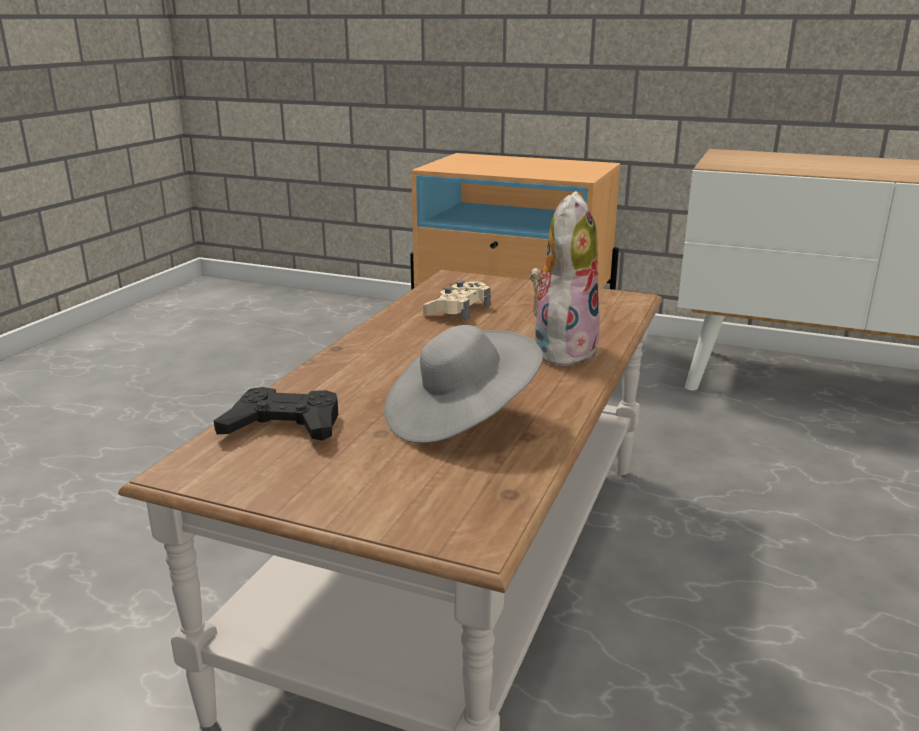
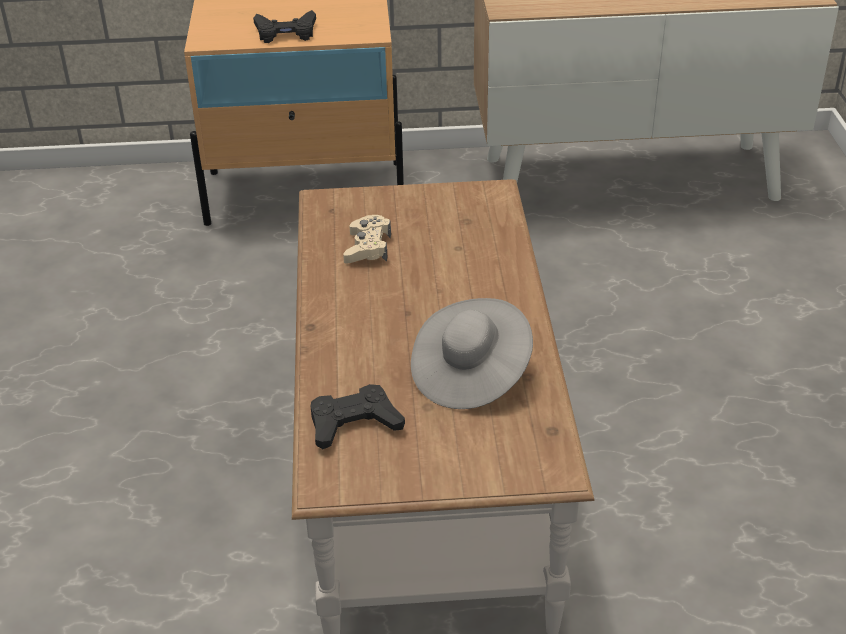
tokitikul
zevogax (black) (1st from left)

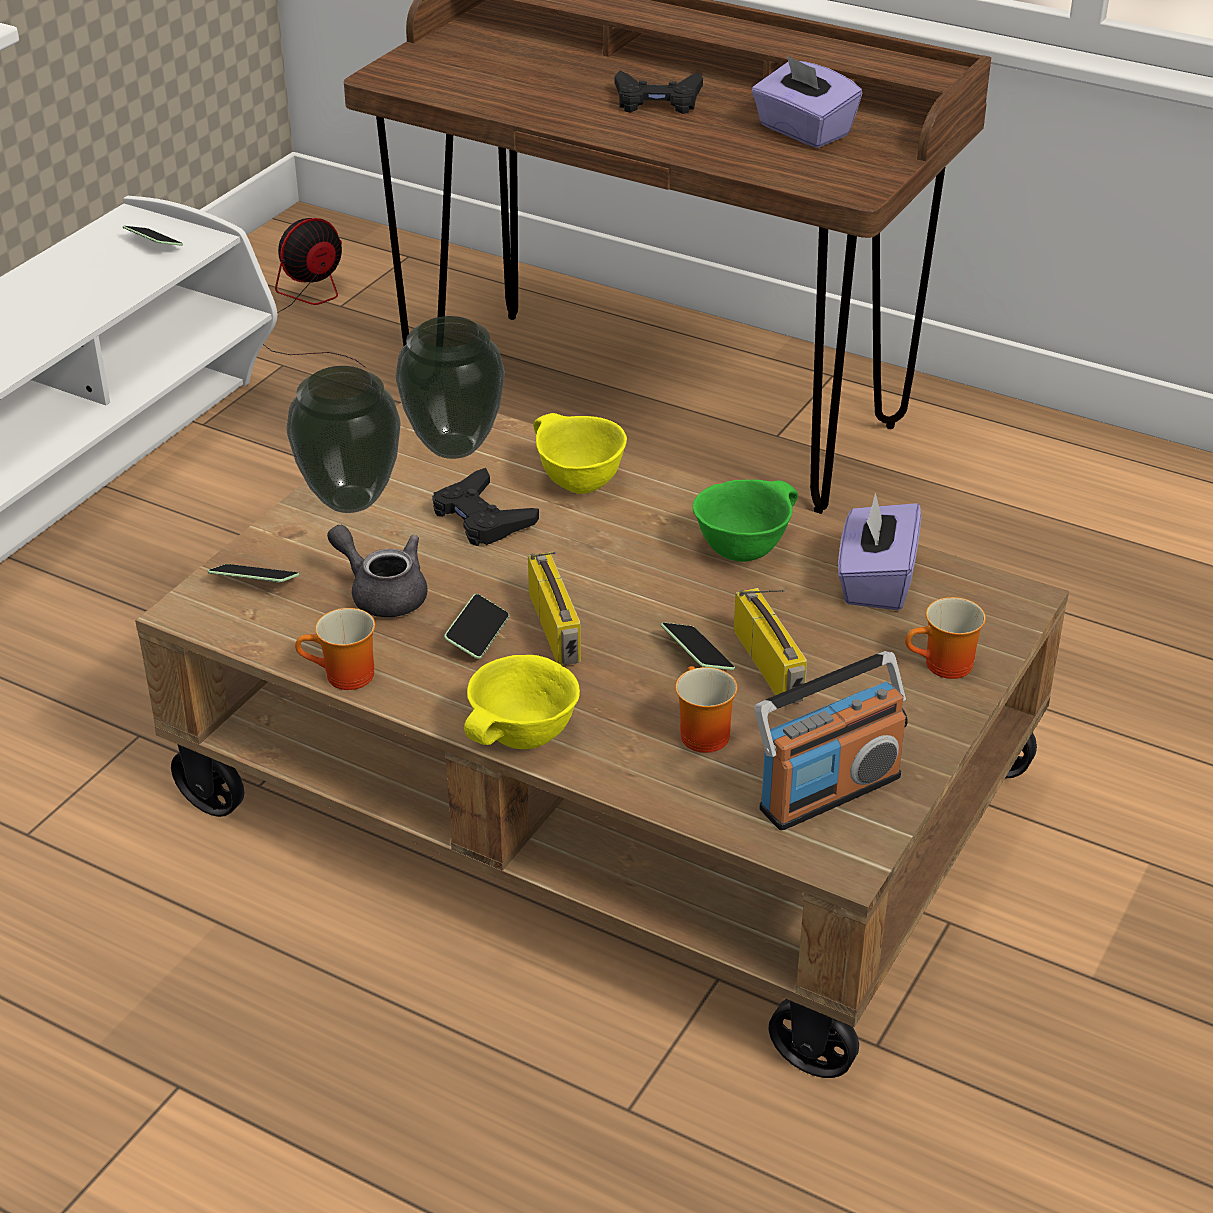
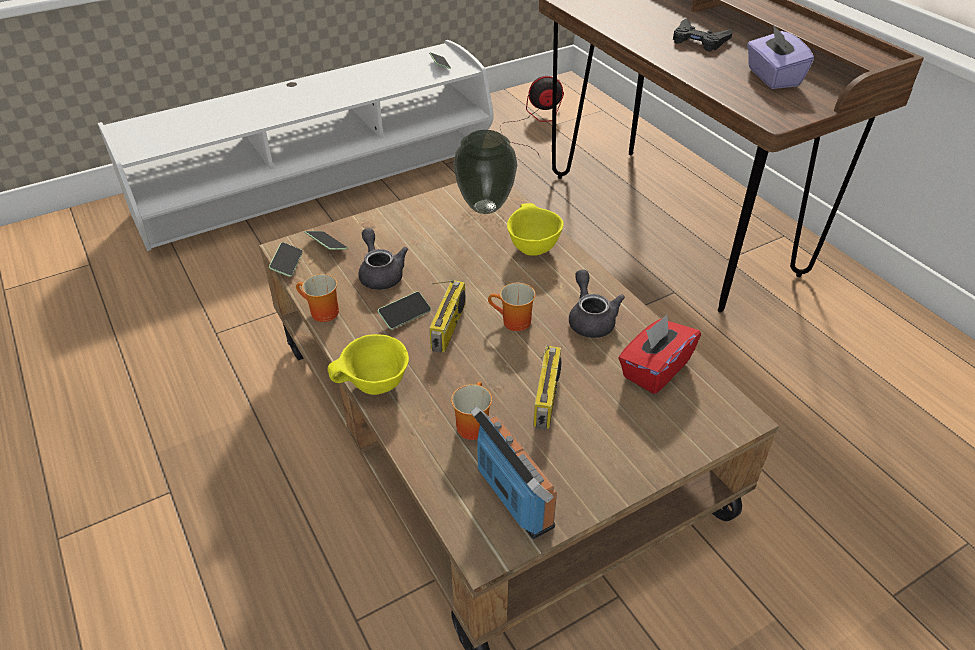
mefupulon (1st from left in the first image)
zevogax (black) (1st from left in the first image)
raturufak (1st from left)
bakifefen (3rd from left)
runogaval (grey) (2nd from left)
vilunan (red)
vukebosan (2nd from left)

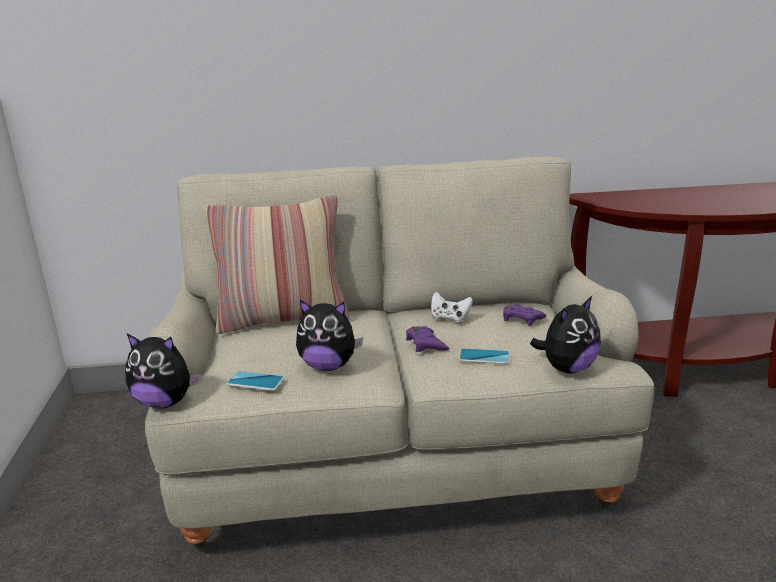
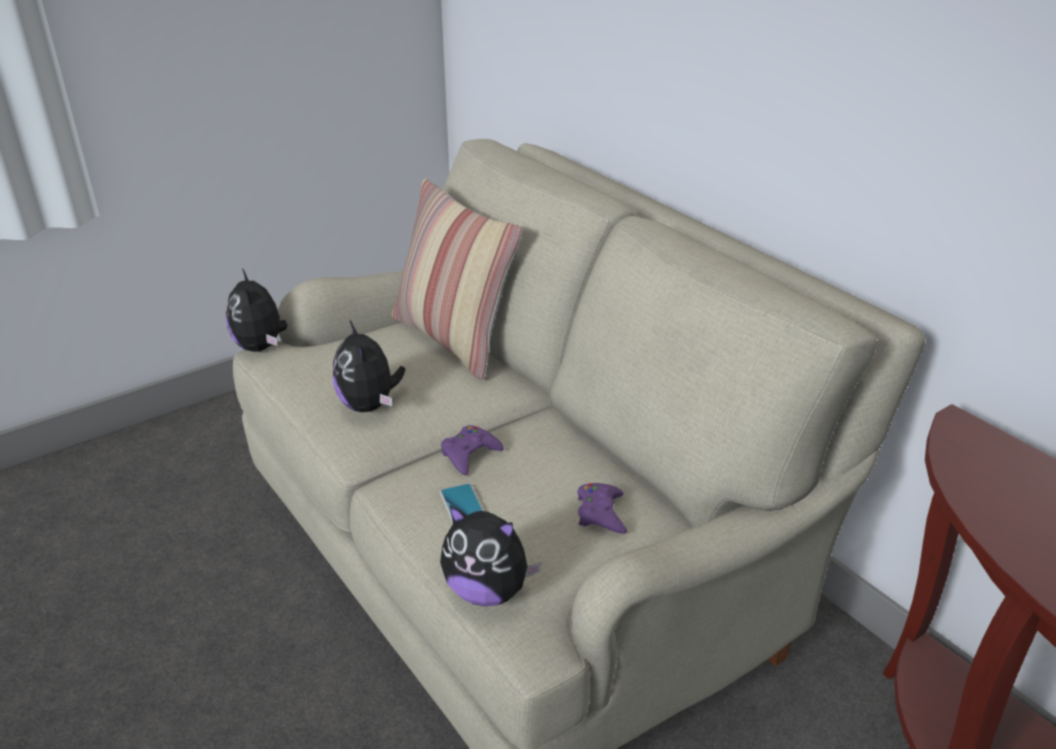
raturufak (1st from left in the first image)
zevogax (white)

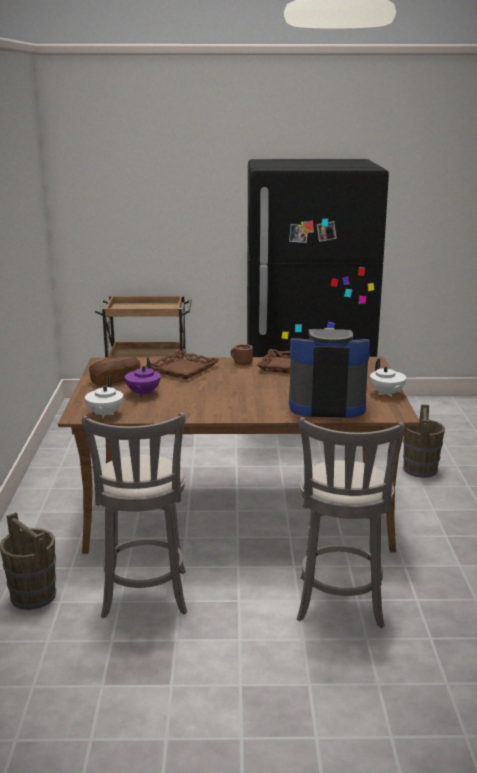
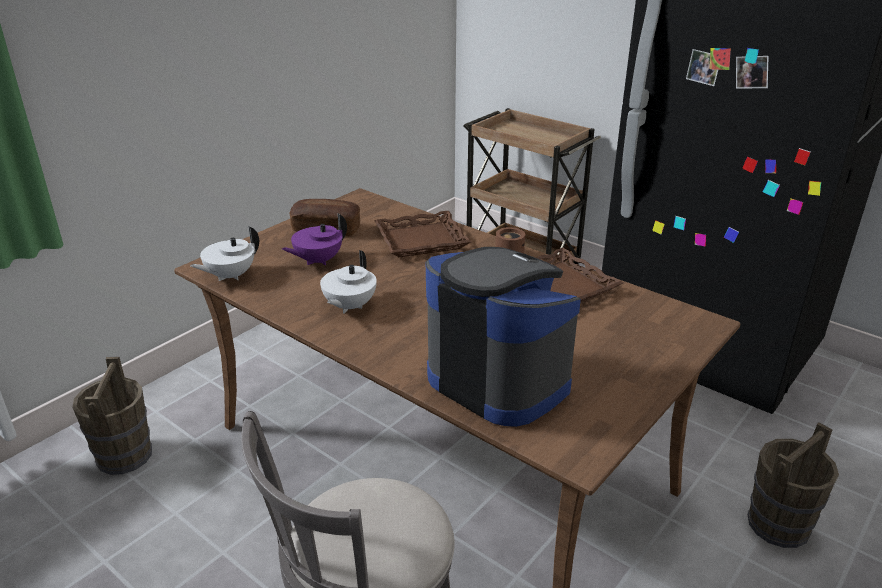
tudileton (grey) (1st from left in the first image)
runogaval (white) (2nd from left)

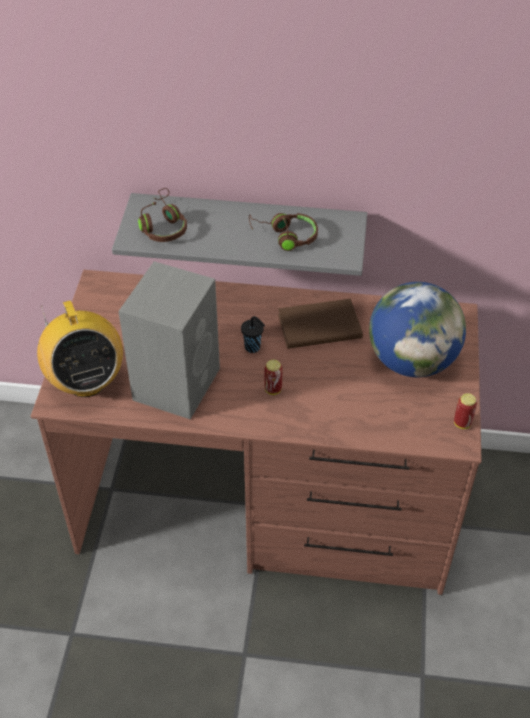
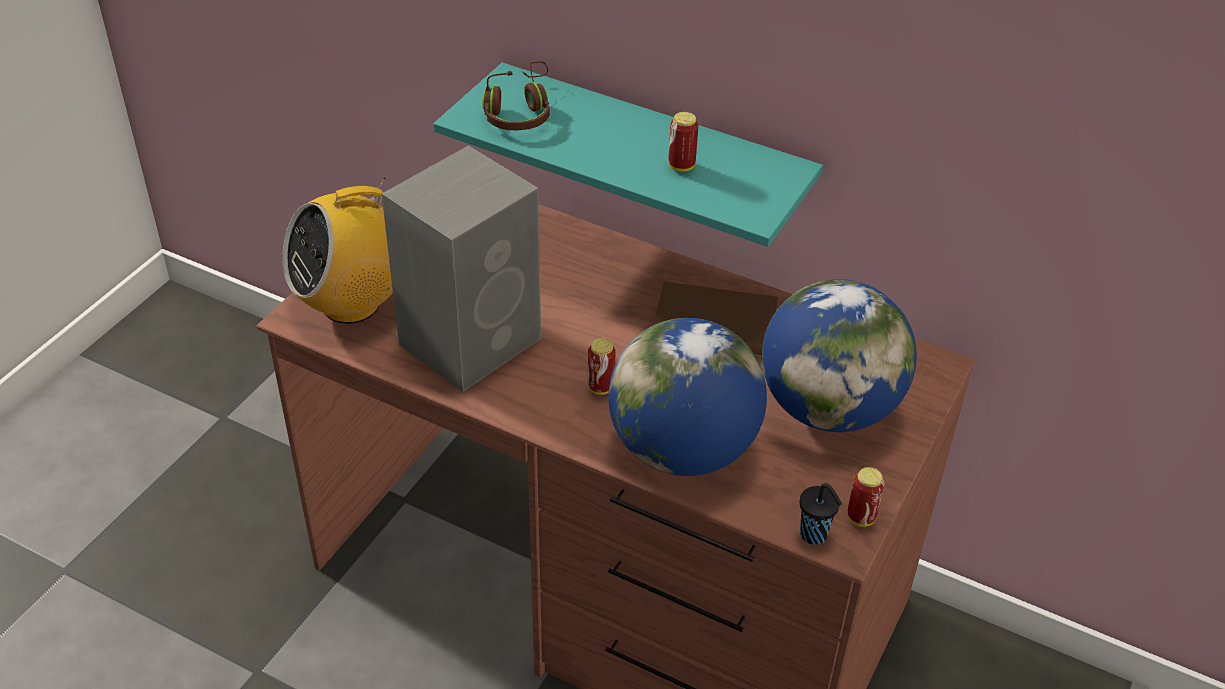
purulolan (1st from left)
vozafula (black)
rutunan (2nd from left)
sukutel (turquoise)
vukebosan

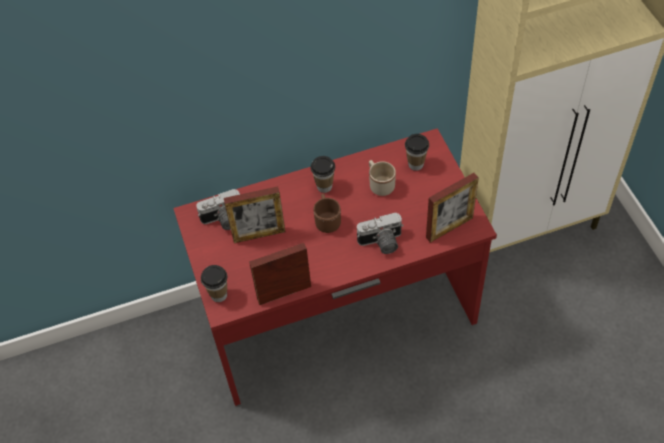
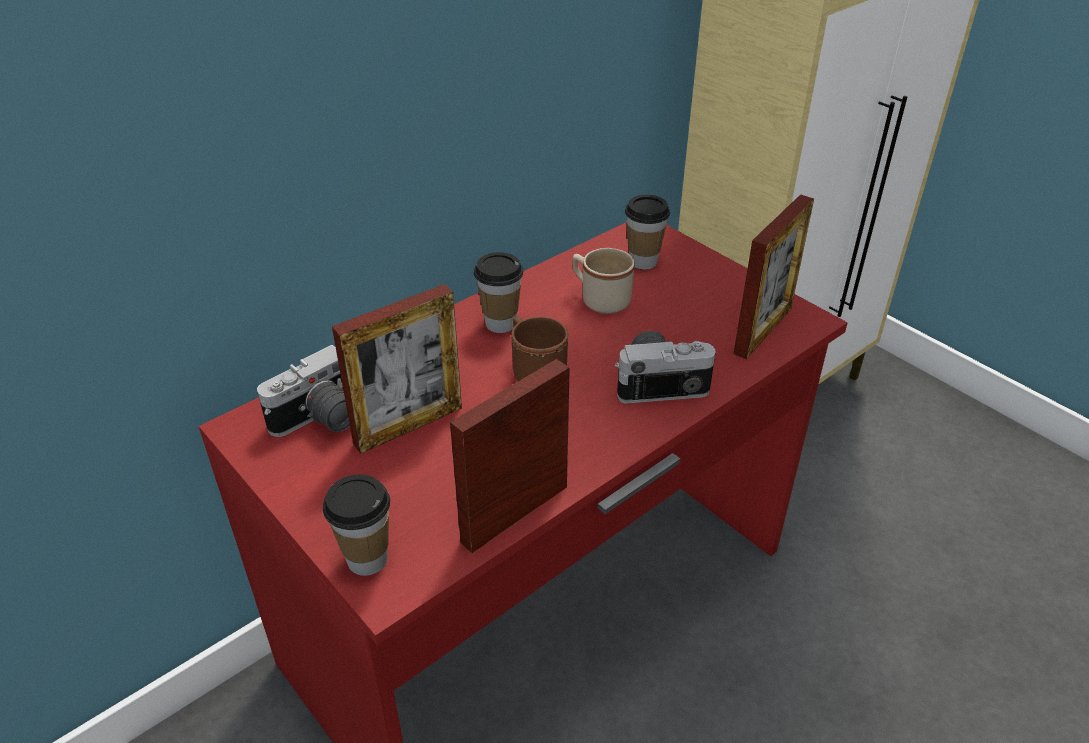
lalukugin (2nd from left)

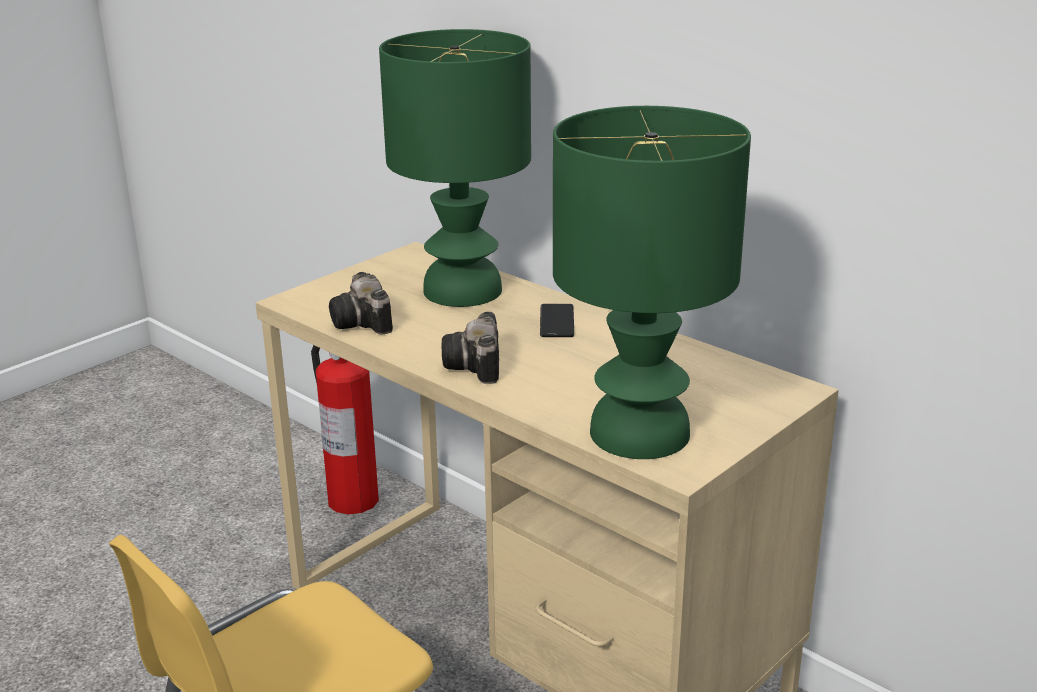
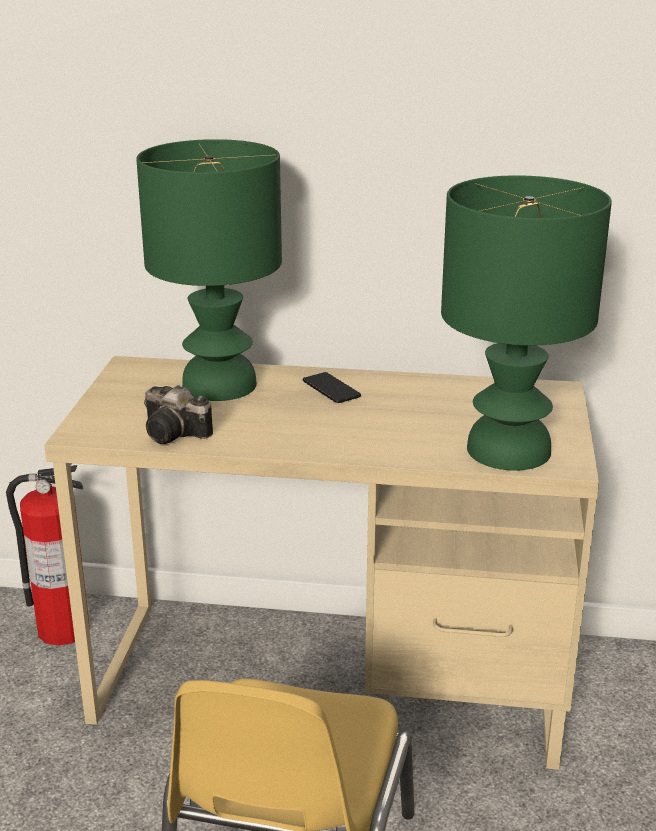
lalukugin (2nd from left in the first image)

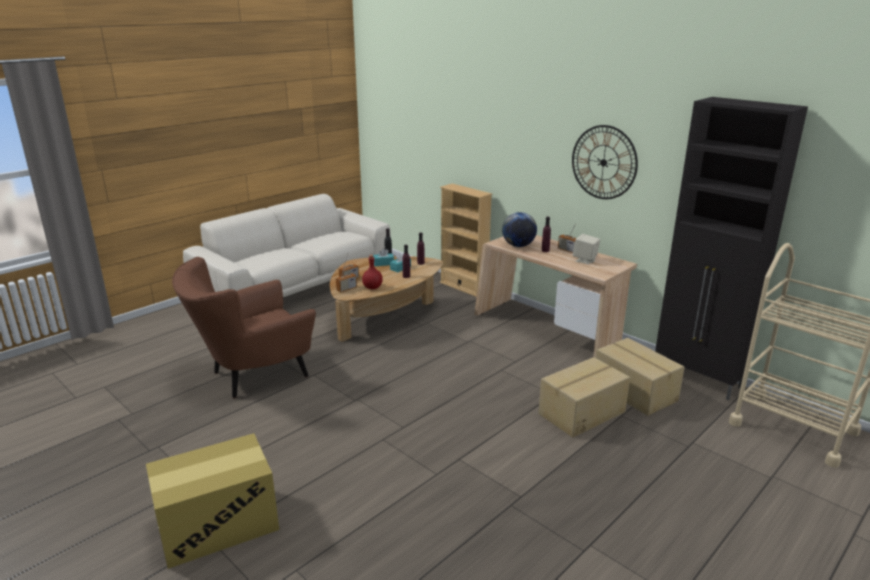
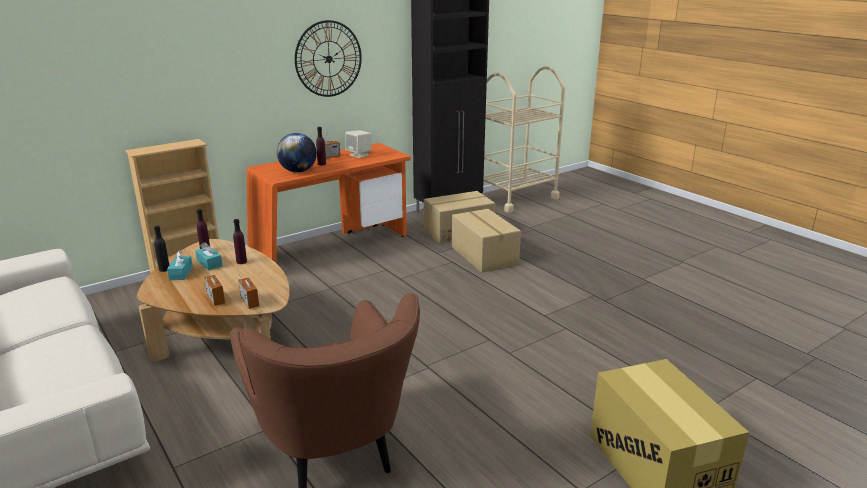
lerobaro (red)
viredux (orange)

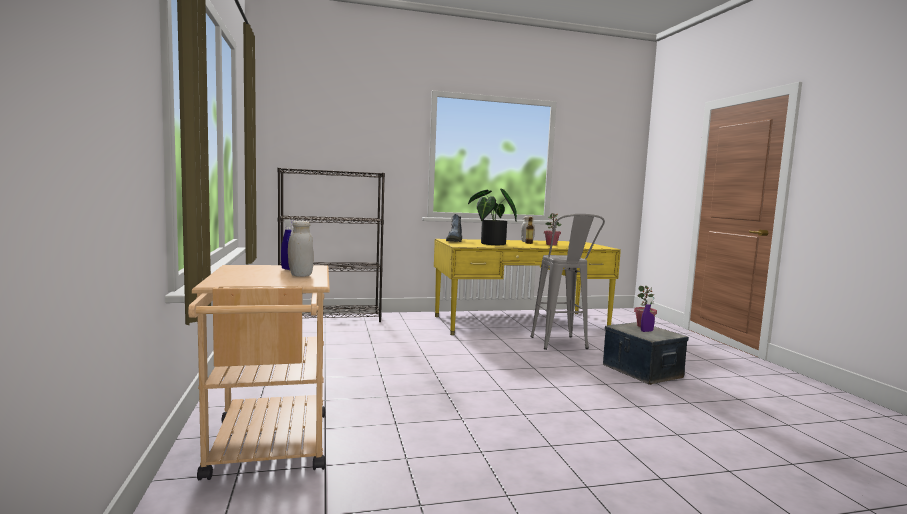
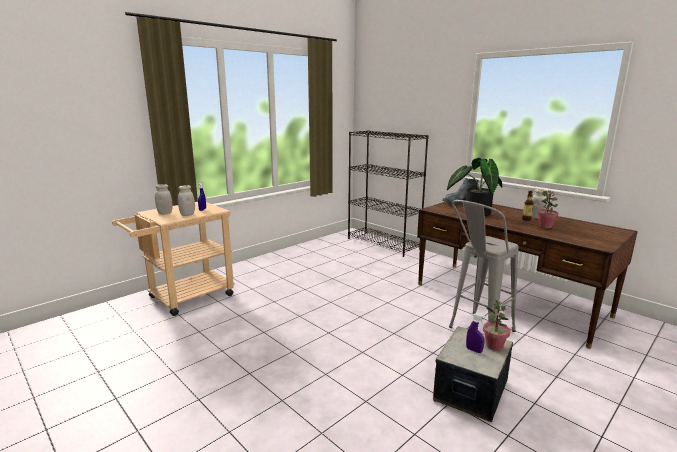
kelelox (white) (1st from left)
viredux (brown)

